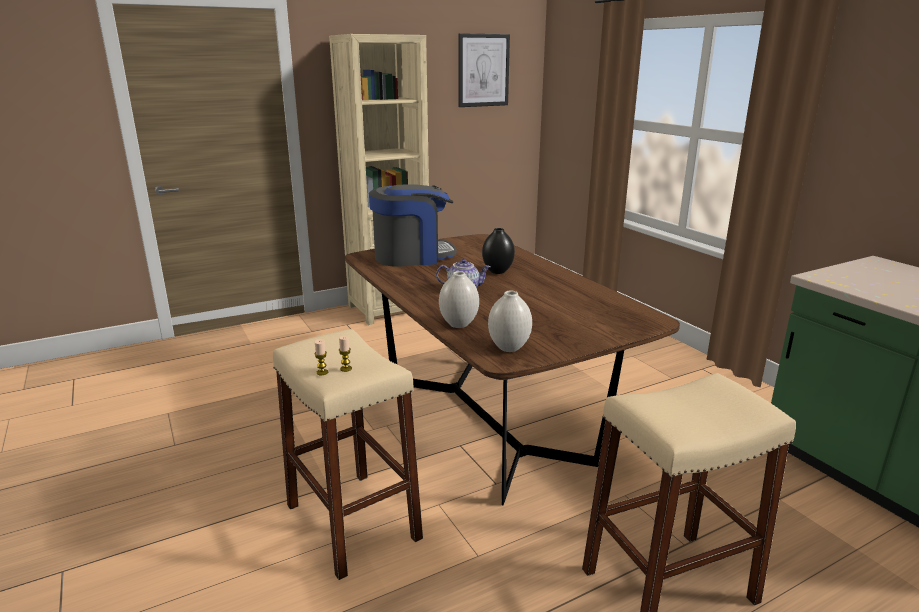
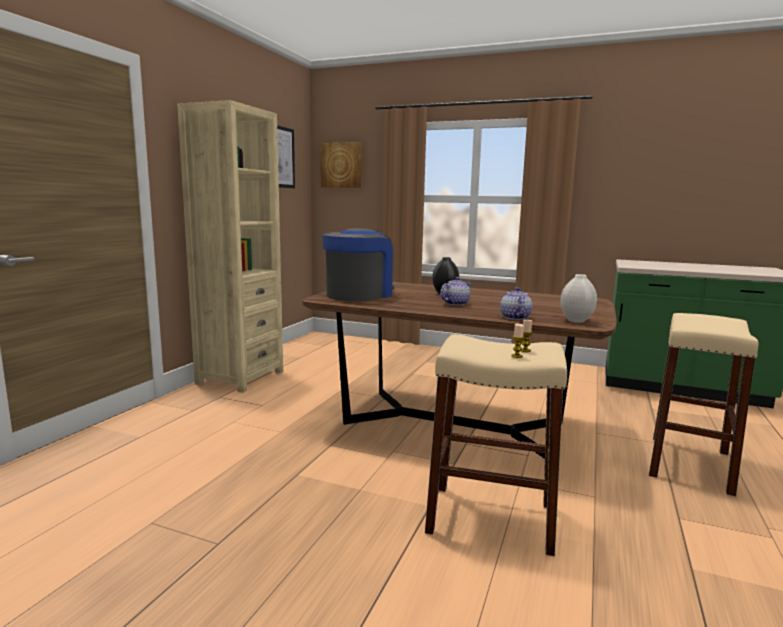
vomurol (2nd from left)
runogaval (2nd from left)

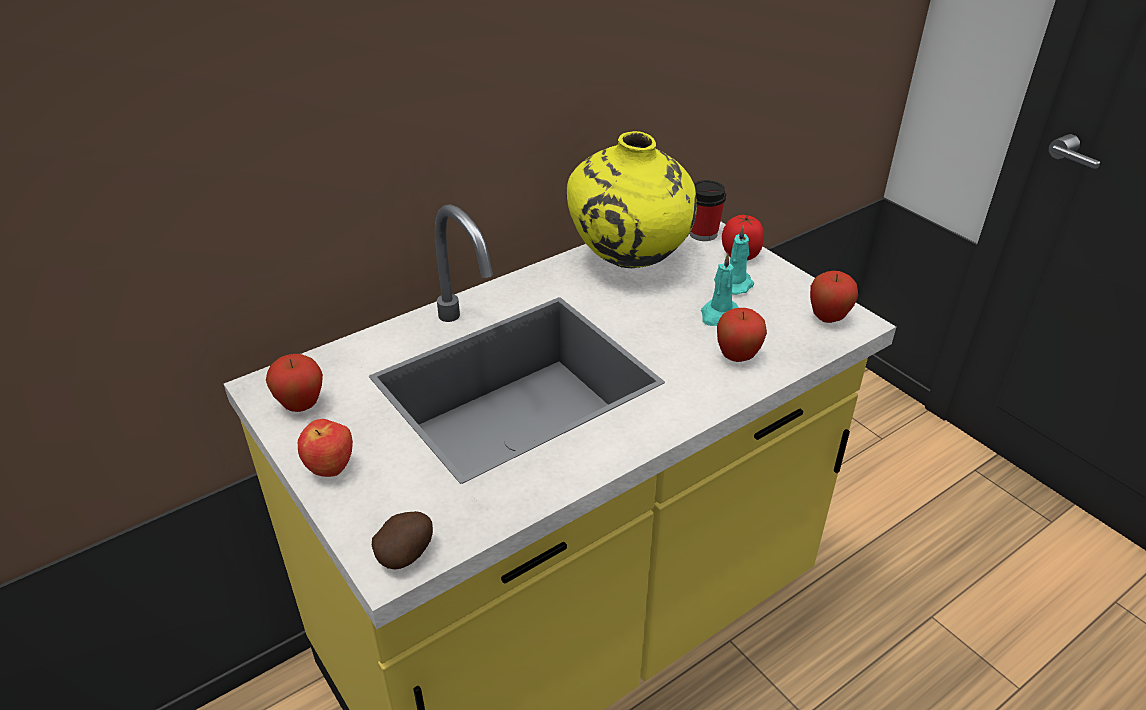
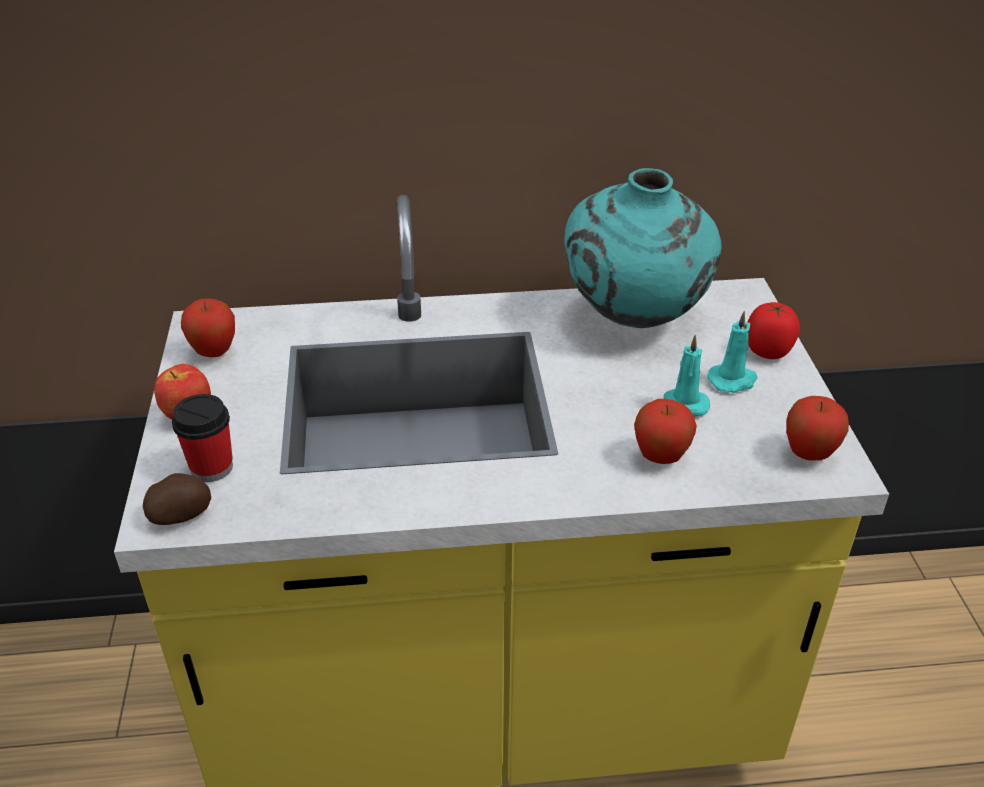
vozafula
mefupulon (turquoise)

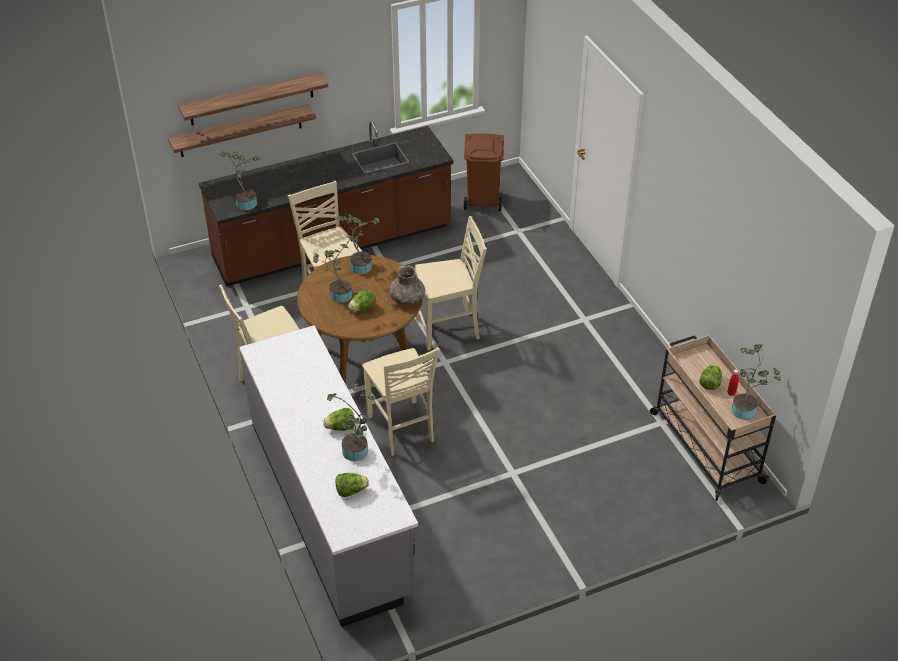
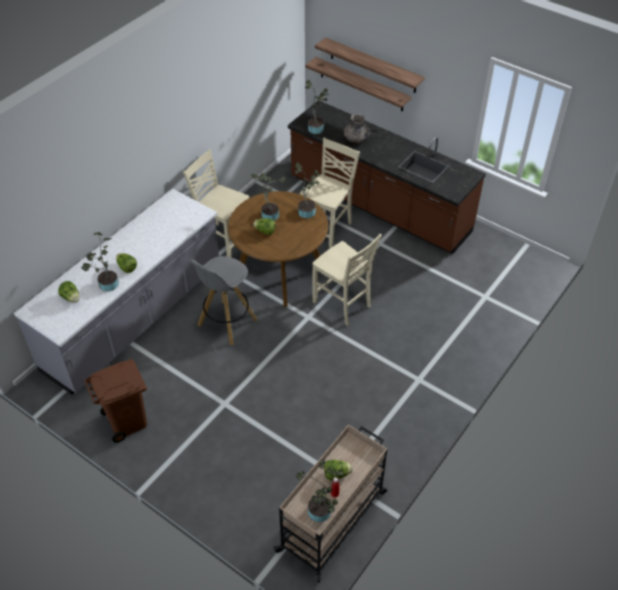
mefupulon (grey)
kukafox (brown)
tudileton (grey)

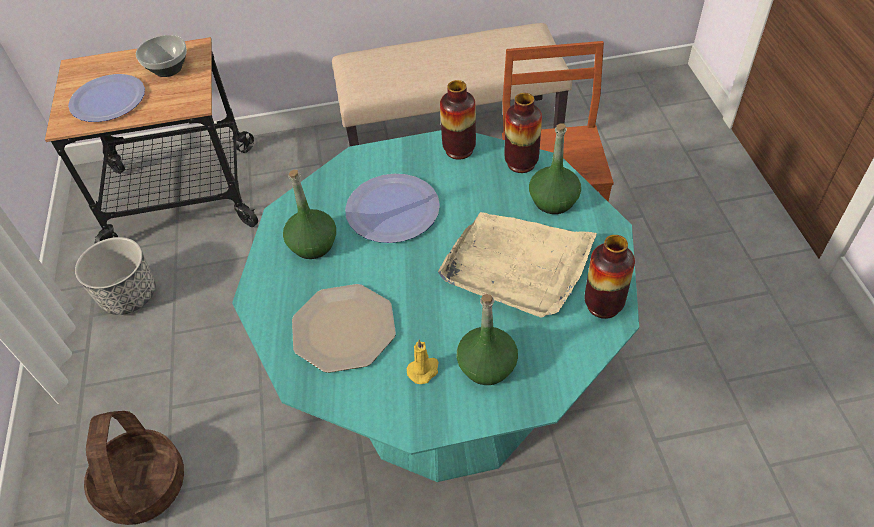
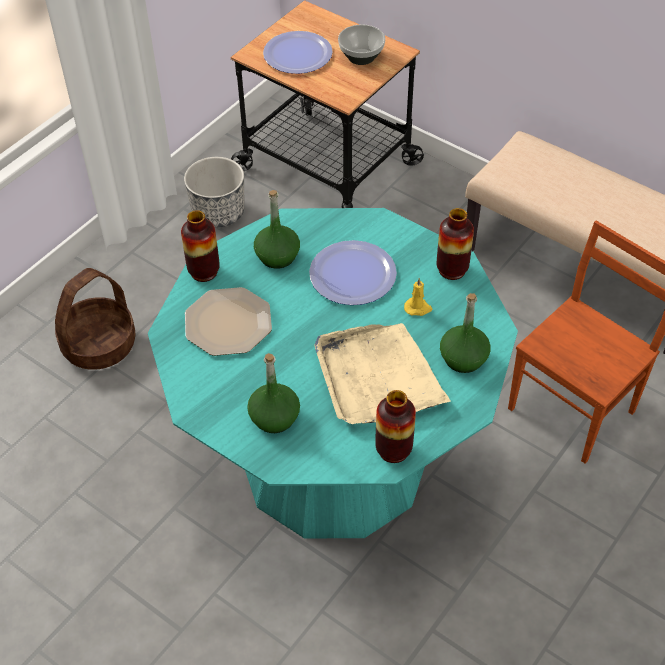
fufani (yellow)
mefupulon (1st from left)

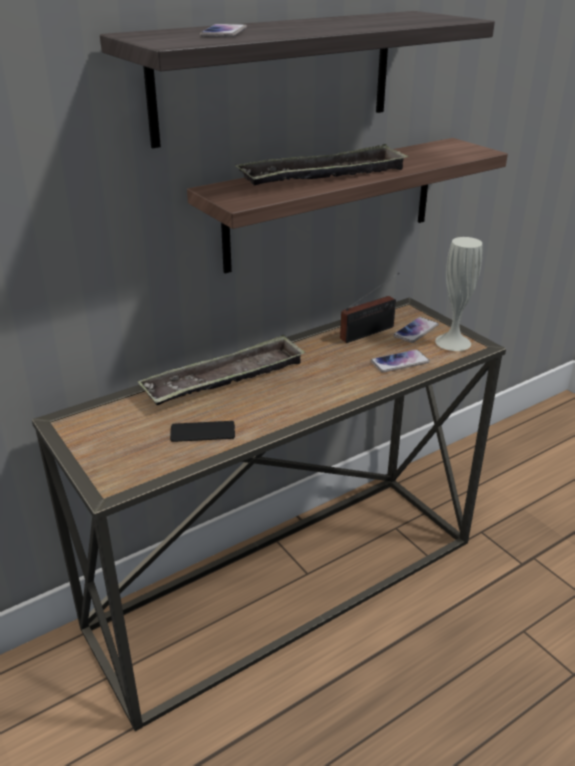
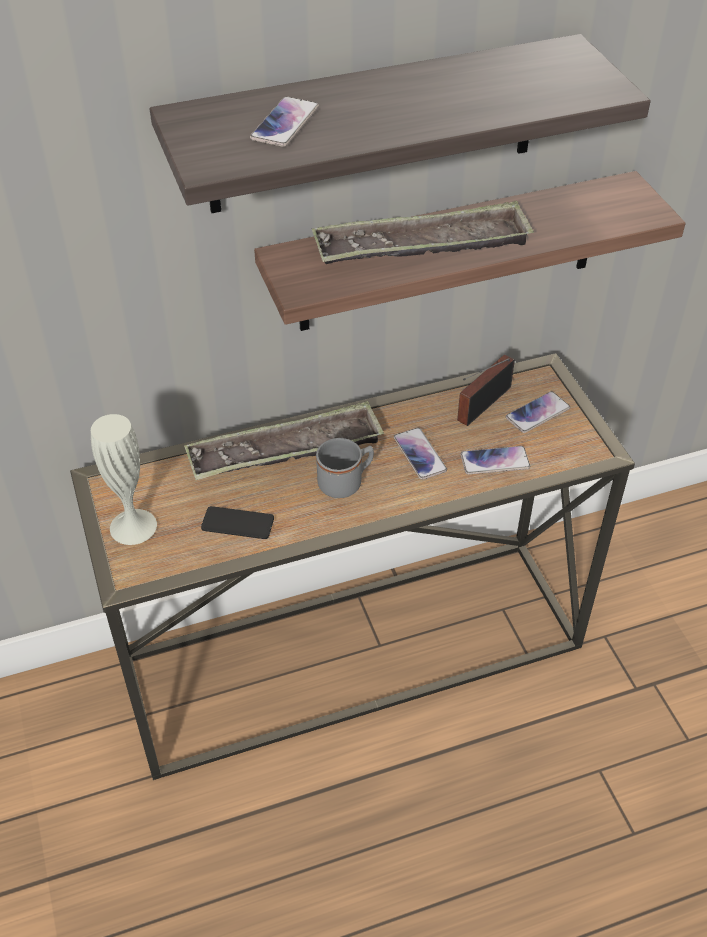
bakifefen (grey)
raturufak (3rd from left)
mefupulon (white)
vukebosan

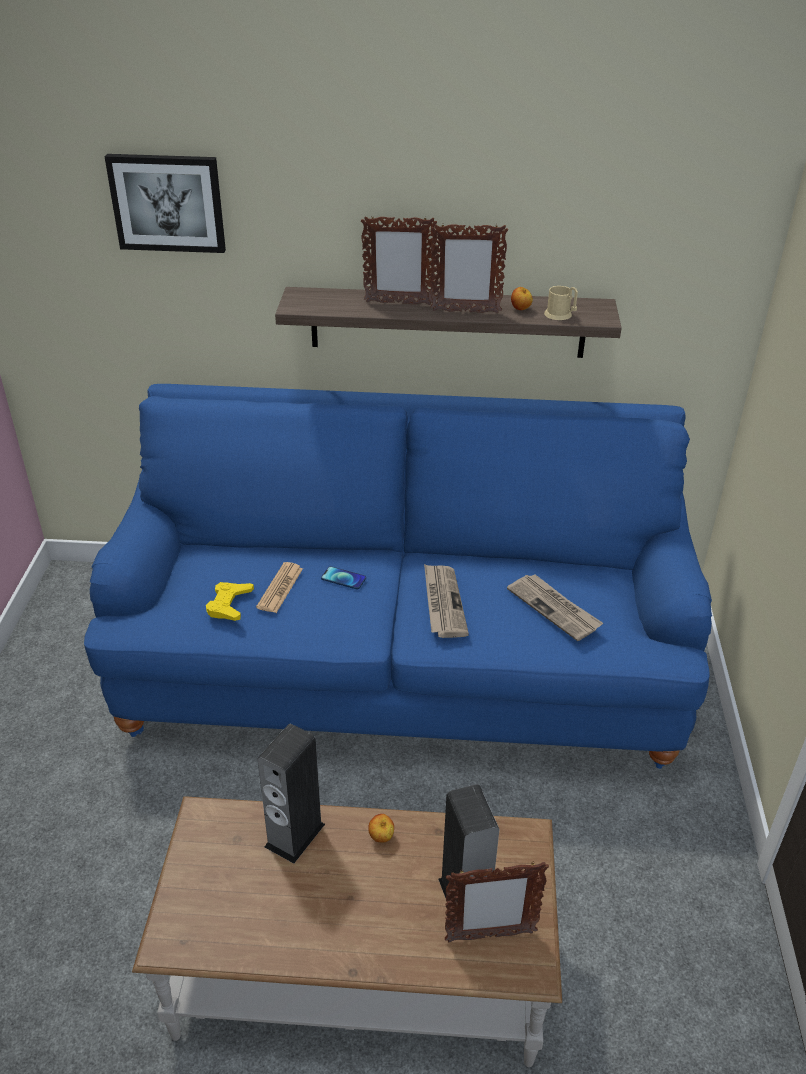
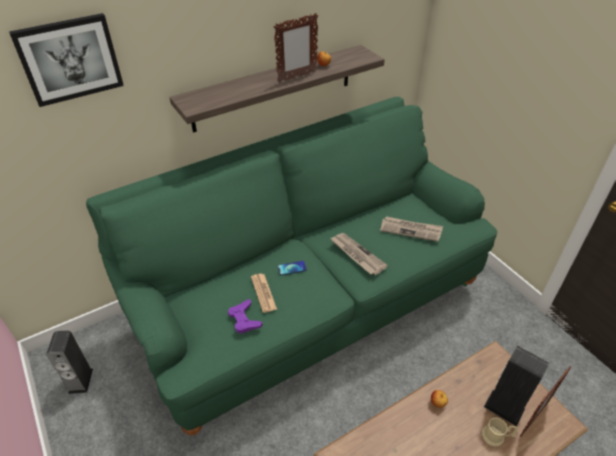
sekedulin (1st from left in the first image)
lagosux (1st from left)
bakifefen (beige)
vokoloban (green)
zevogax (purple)

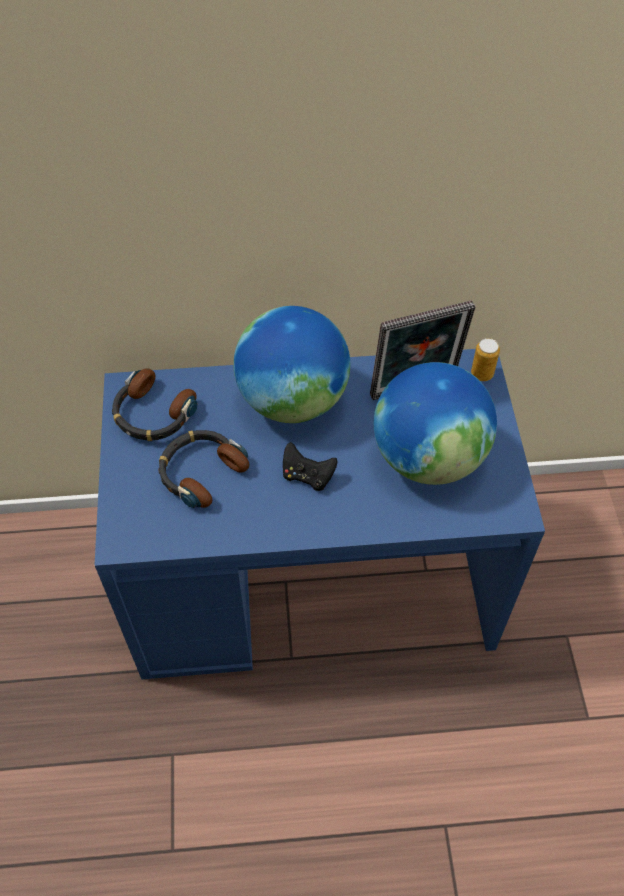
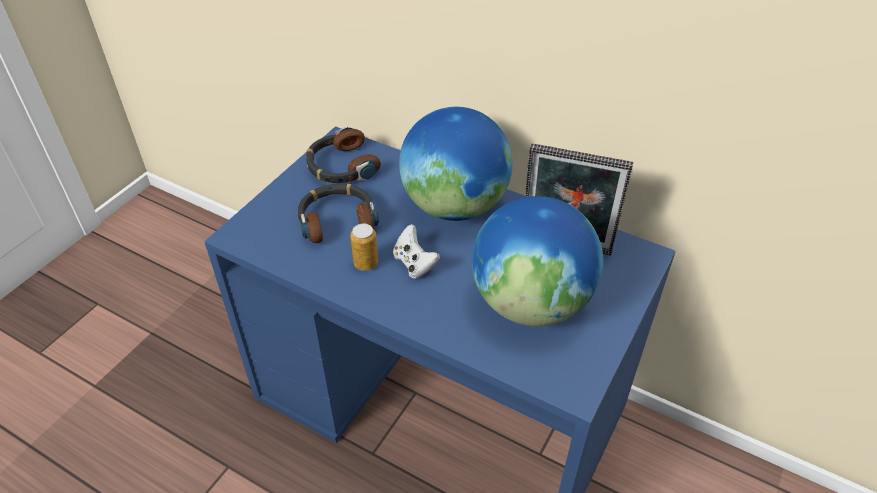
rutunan
zevogax (white)

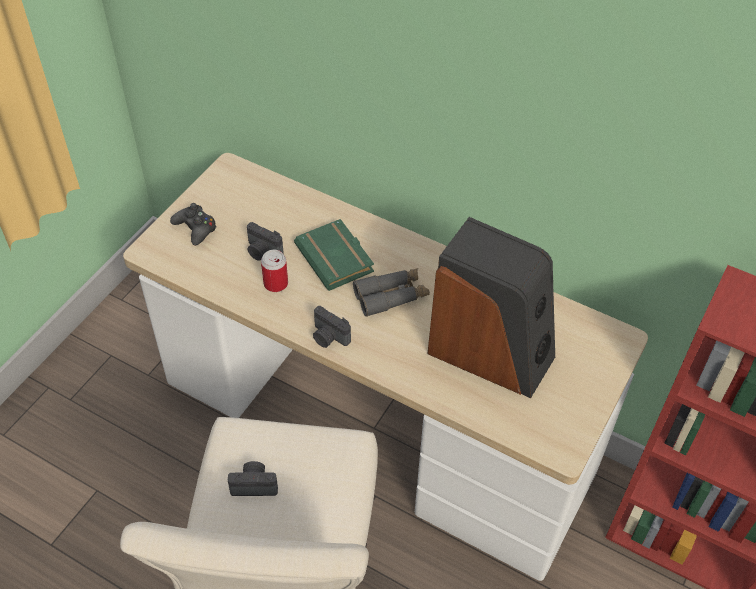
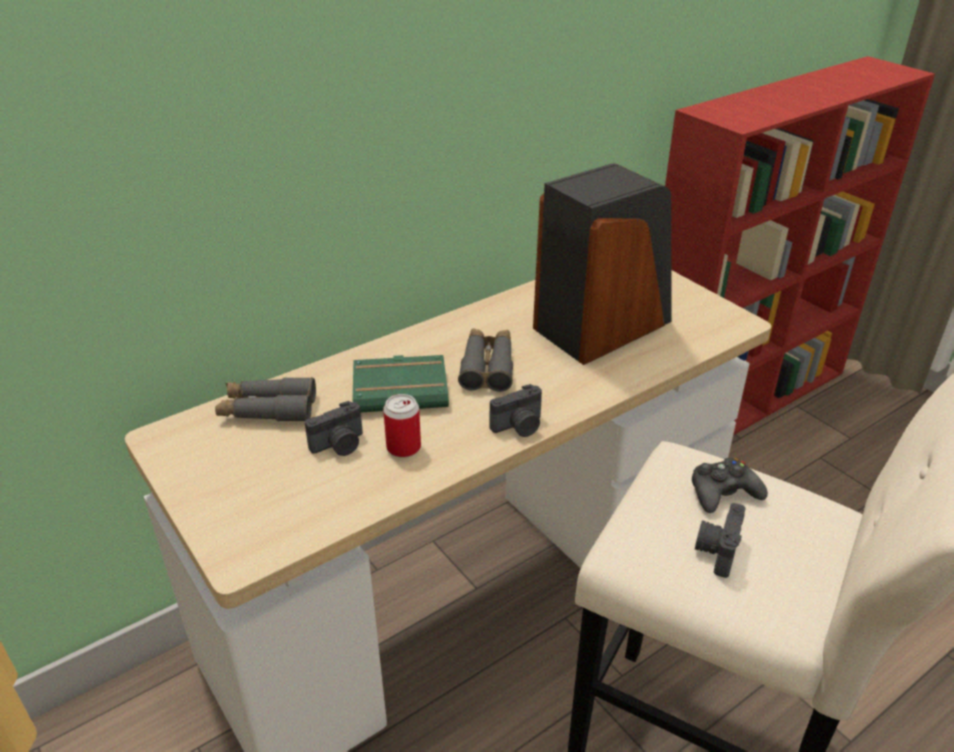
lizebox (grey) (1st from left)
zevogax (black)

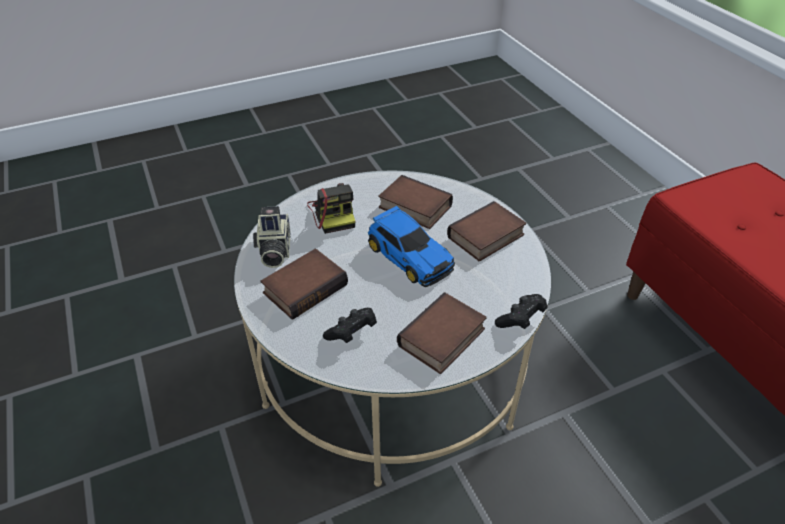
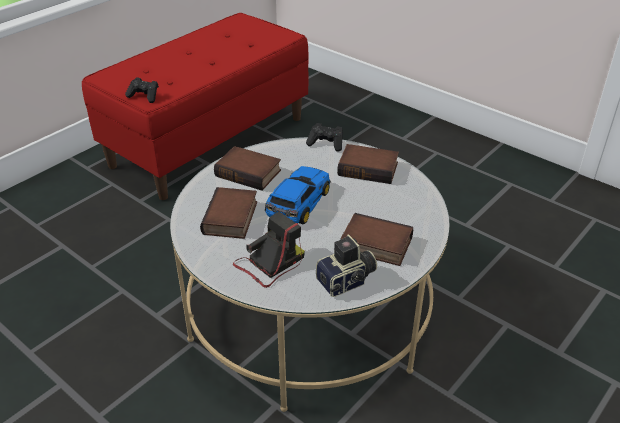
zevogax (black) (1st from left)

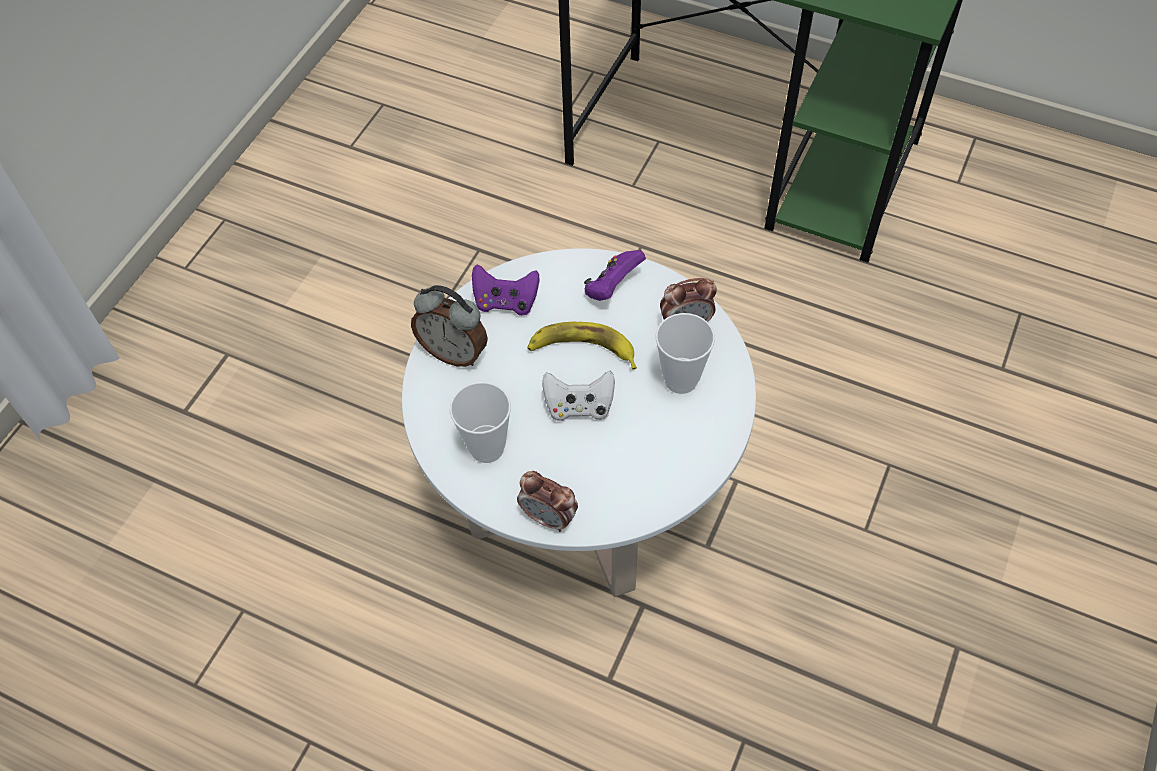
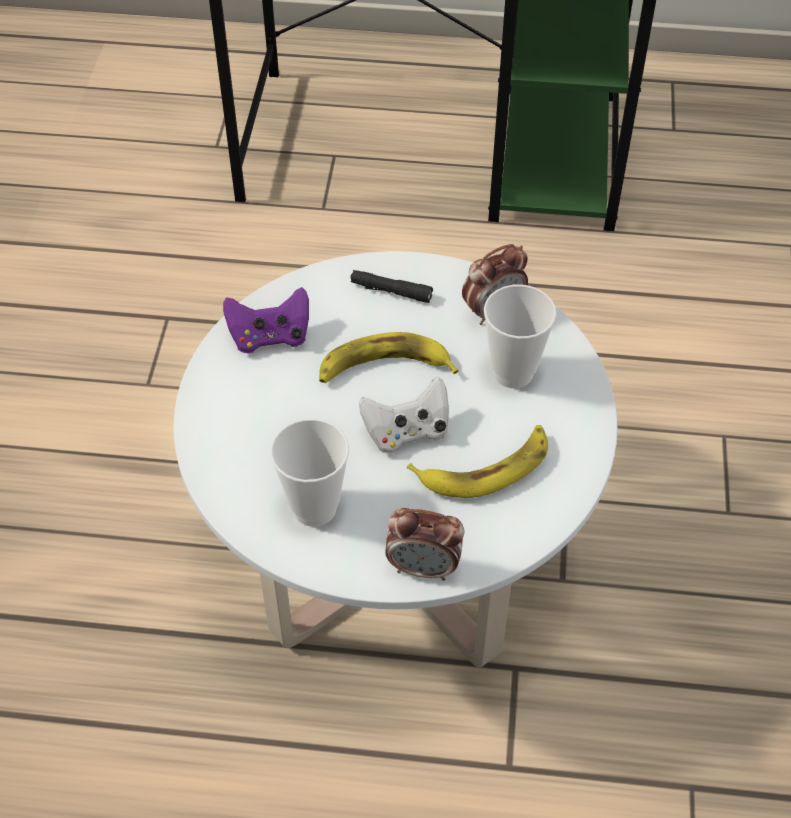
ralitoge (1st from left in the first image)
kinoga (2nd from left)
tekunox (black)

